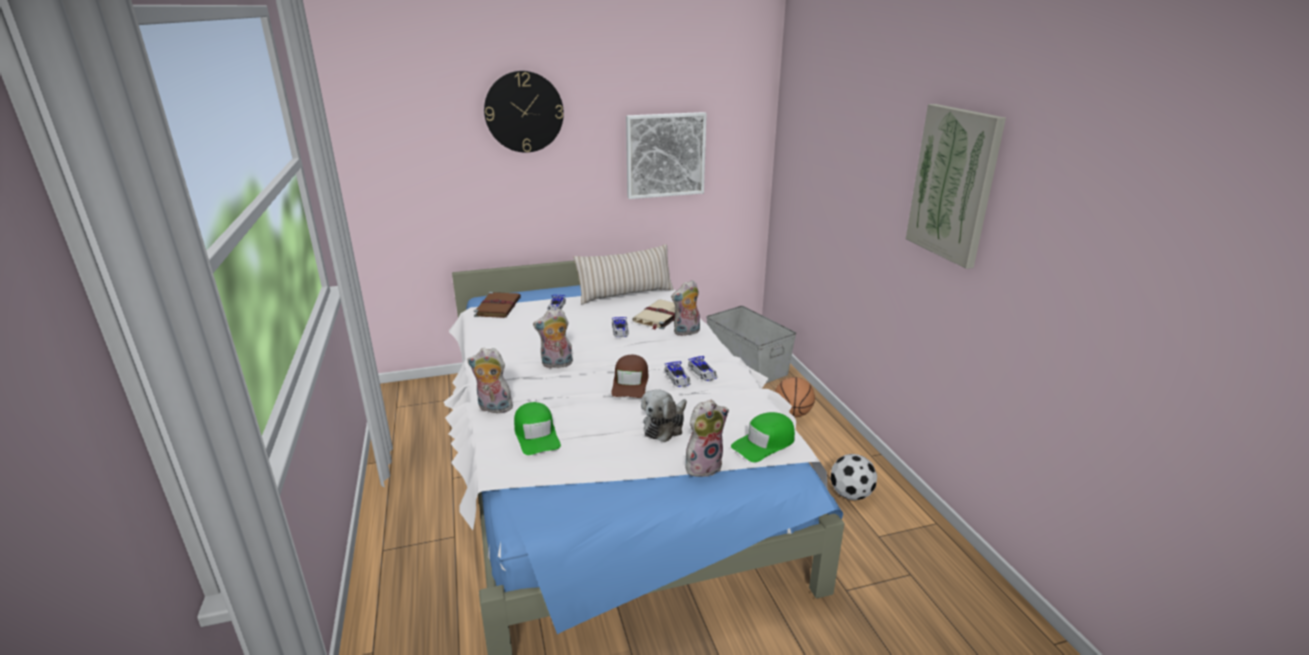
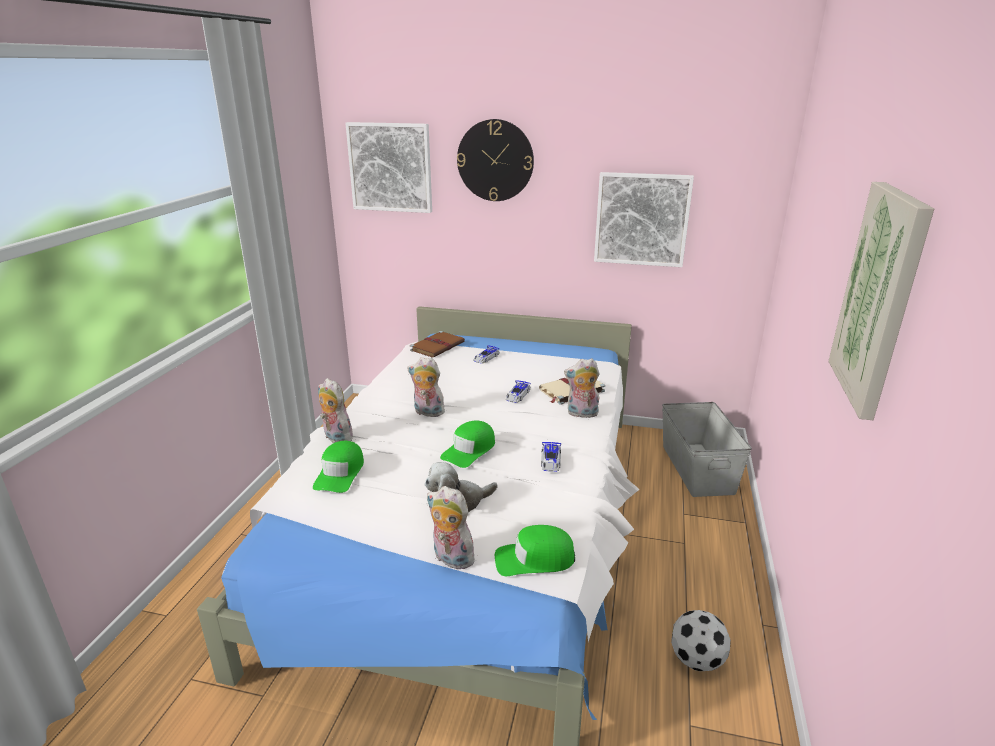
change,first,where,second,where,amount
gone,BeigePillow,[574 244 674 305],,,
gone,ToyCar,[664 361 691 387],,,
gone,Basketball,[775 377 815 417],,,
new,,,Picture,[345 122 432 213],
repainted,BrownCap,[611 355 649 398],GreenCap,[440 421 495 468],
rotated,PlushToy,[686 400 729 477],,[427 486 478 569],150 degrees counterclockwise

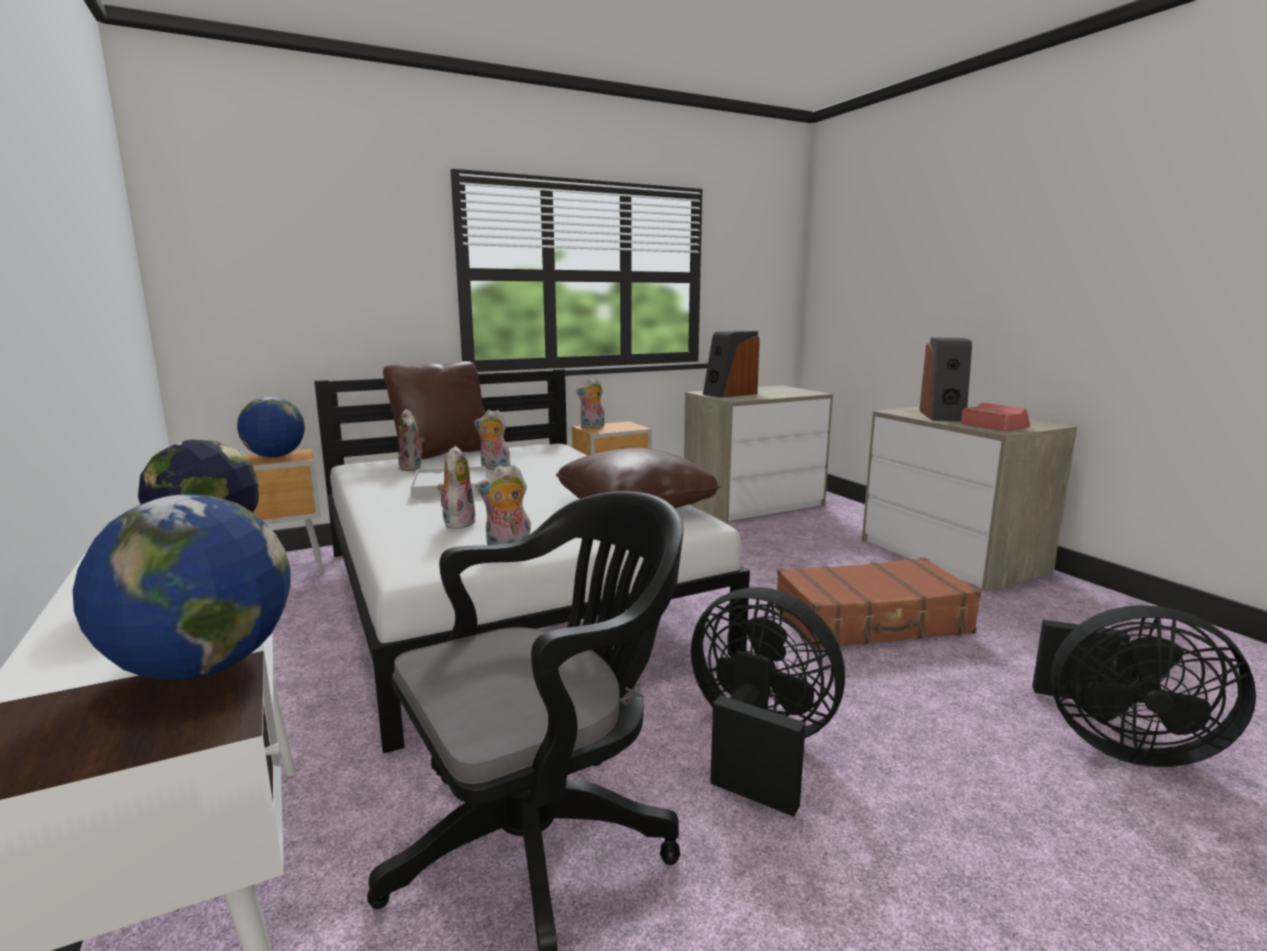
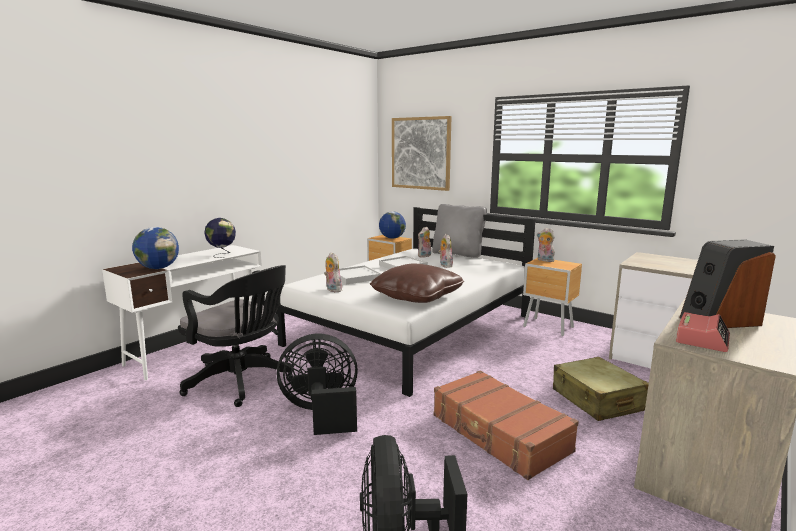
change,first,where,second,where,amount
gone,Speaker,[703 330 760 398],,,
new,,,Picture,[392 116 452 191],
new,,,BeigeSuitcase,[553 357 649 421],
swapped,PlushToy,[437 446 476 529],WhiteTray,[339 265 381 284],
repainted,BrownPillow,[383 361 486 459],GreyPillow,[432 204 487 258],
rotated,BlackFan,[691 587 845 817],,[277 333 358 435],105 degrees counterclockwise

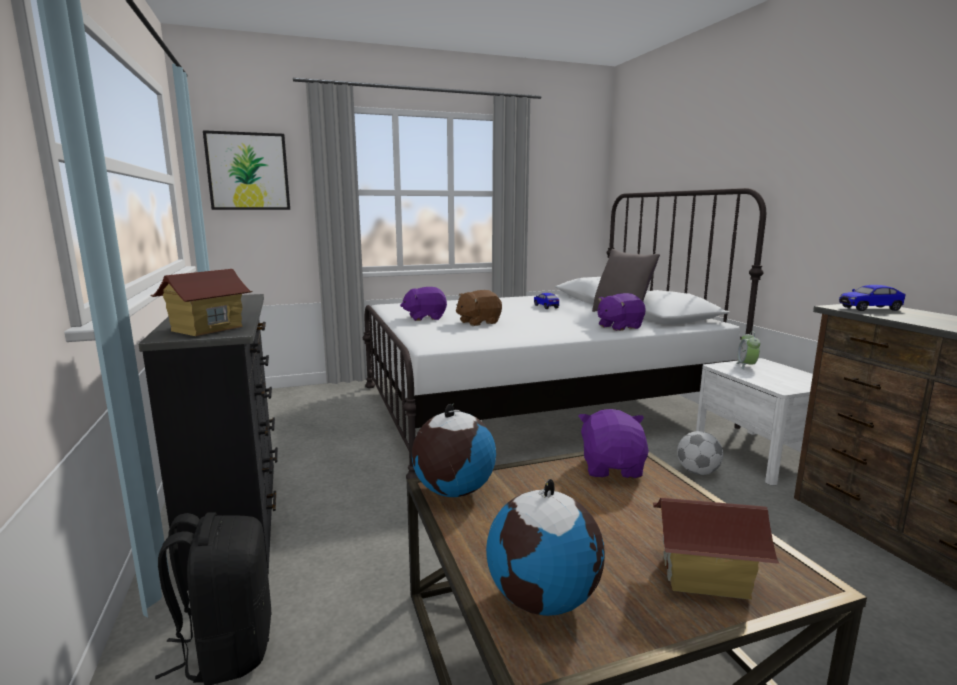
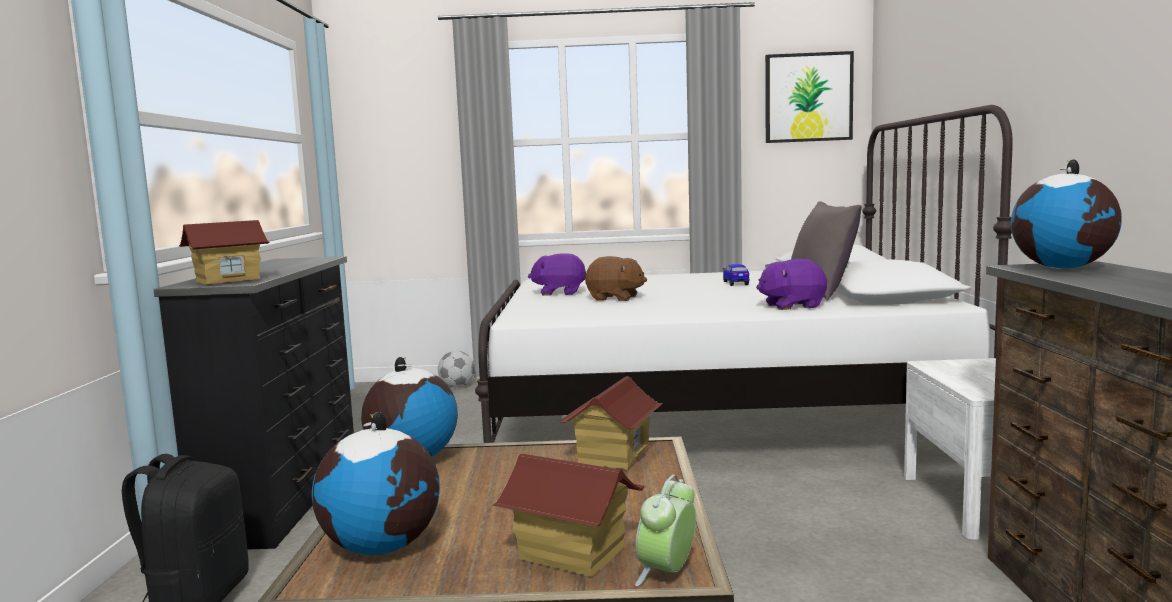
change,first,where,second,where,amount
shifted,Picture,[203 130 290 210],,[765 51 854 143],
shifted,Football,[677 431 723 475],,[438 351 475 387],
shifted,AlarmClock,[736 331 760 370],,[635 474 696 586],
swapped,PurplePlushToy,[579 409 649 478],ToyHouse,[559 376 663 469],
swapped,ToyCar,[839 285 906 311],Globe,[1011 159 1122 269],
rotated,BrownPlushToy,[456 290 502 326],,[585 256 647 301],150 degrees counterclockwise

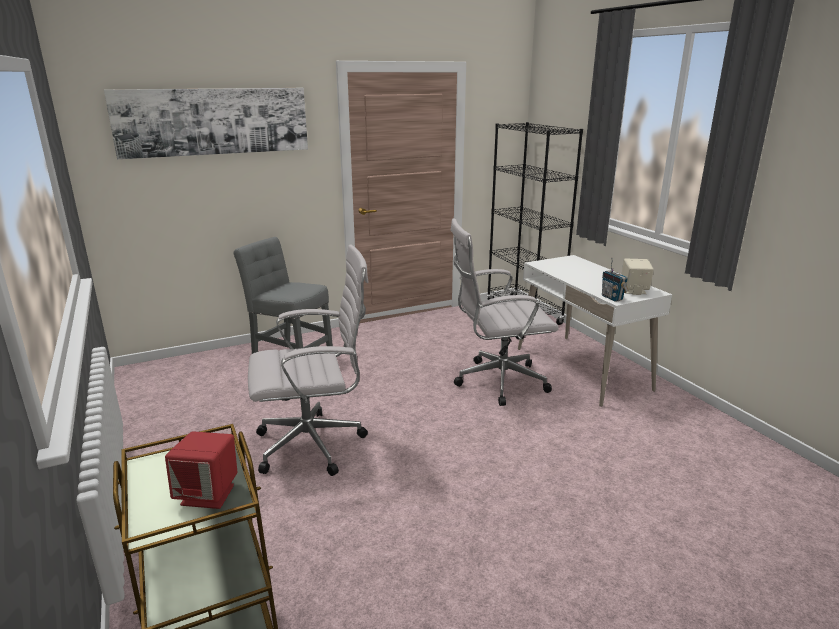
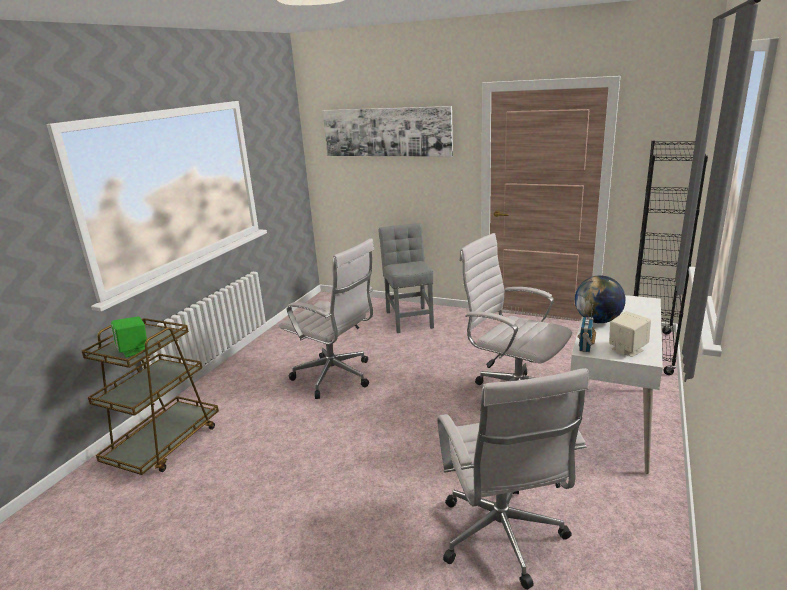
change,first,where,second,where,amount
new,,,WhiteOfficeChair,[437 368 589 590],
new,,,Globe,[575 275 626 323],
repainted,RedSpeaker,[165 431 237 509],GreenSpeaker,[111 316 148 358],

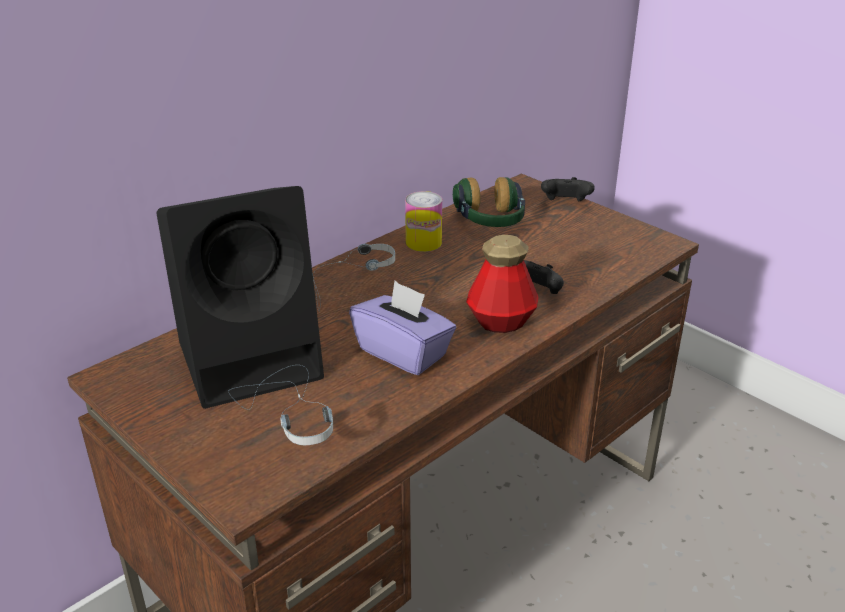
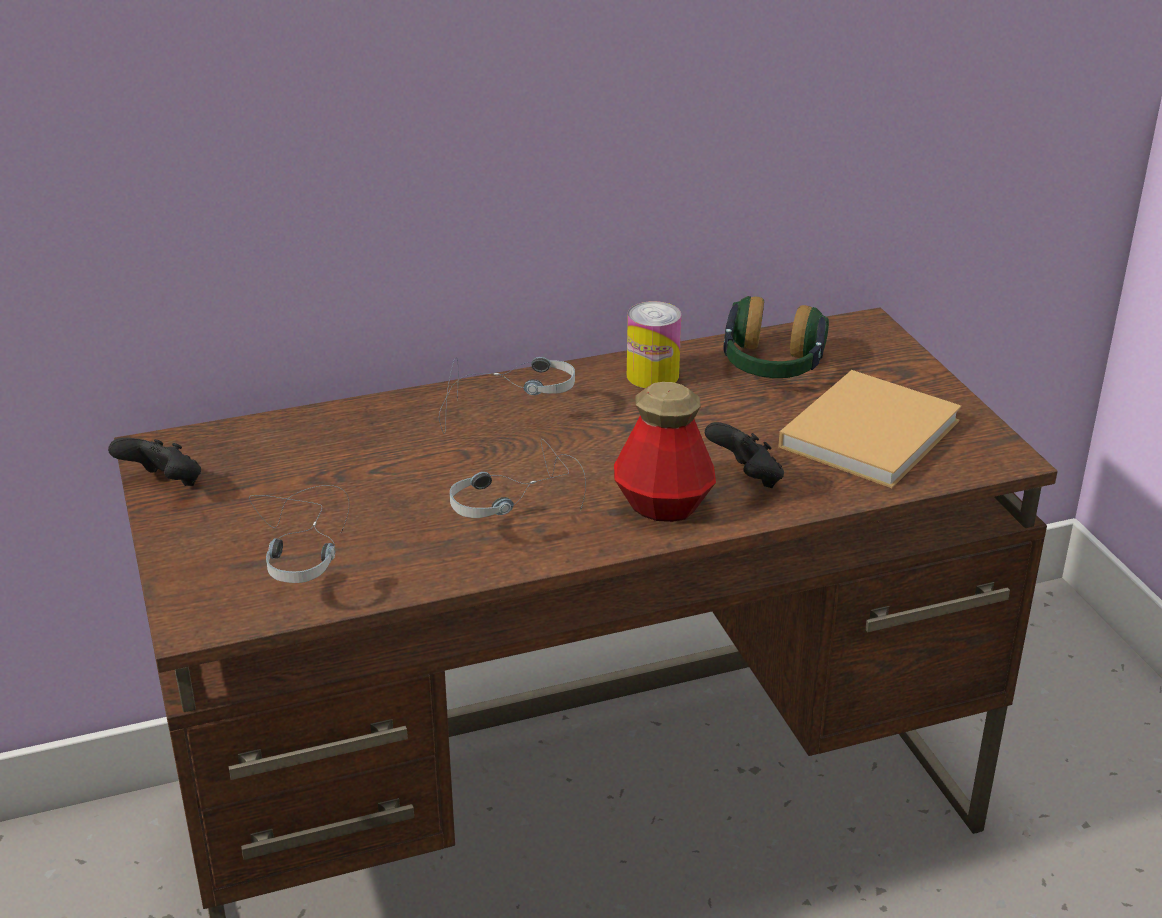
change,first,where,second,where,amount
gone,BlackSpeaker,[156 186 324 409],,,
new,,,BeigeBook,[778 370 961 488],
shifted,BlackGameController,[541 177 595 201],,[108 438 201 486],
swapped,PurpleTissueBox,[349 281 456 375],Headphones,[450 439 586 518],

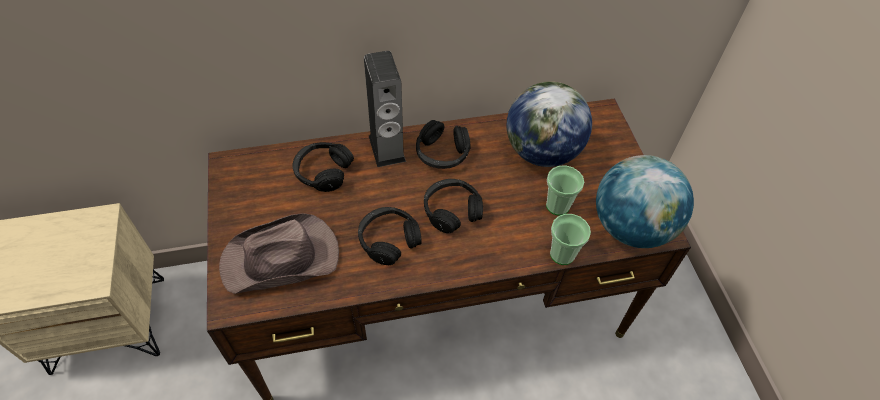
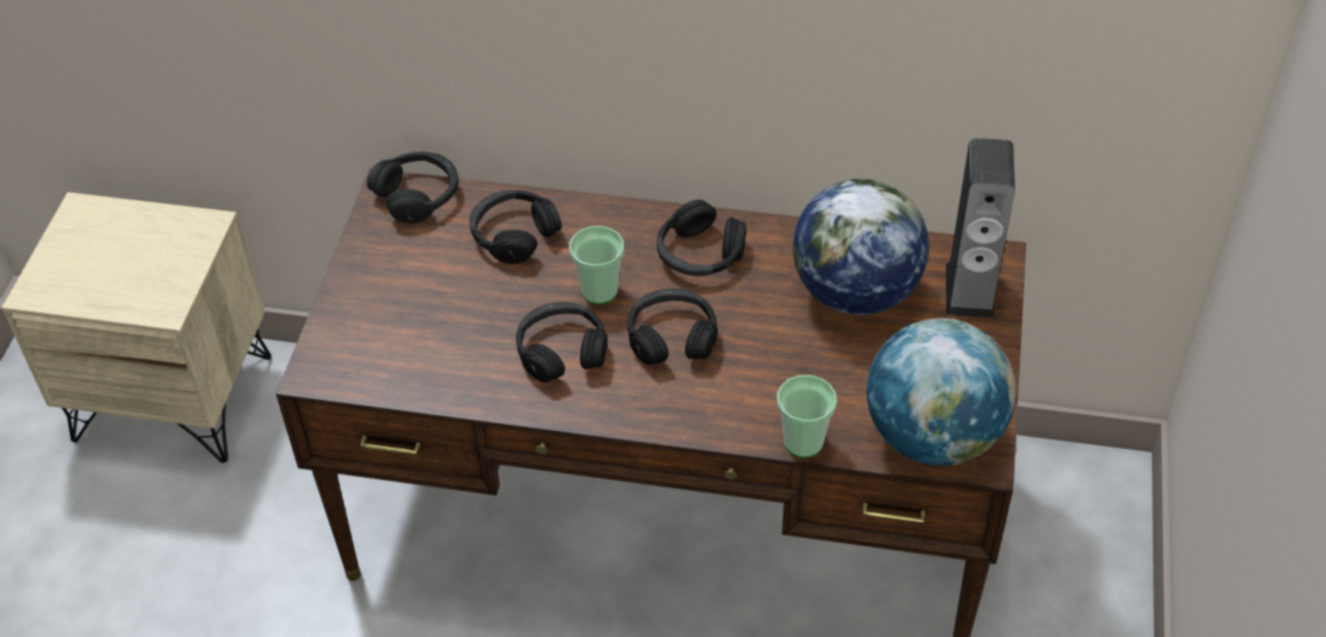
change,first,where,second,where,amount
gone,BrownHat,[219 213 339 294],,,
new,,,BlackHeadphones,[367 152 459 223],
shifted,Speaker,[364 51 406 167],,[946 138 1015 318],
shifted,Cup,[546 166 584 215],,[569 226 624 304],

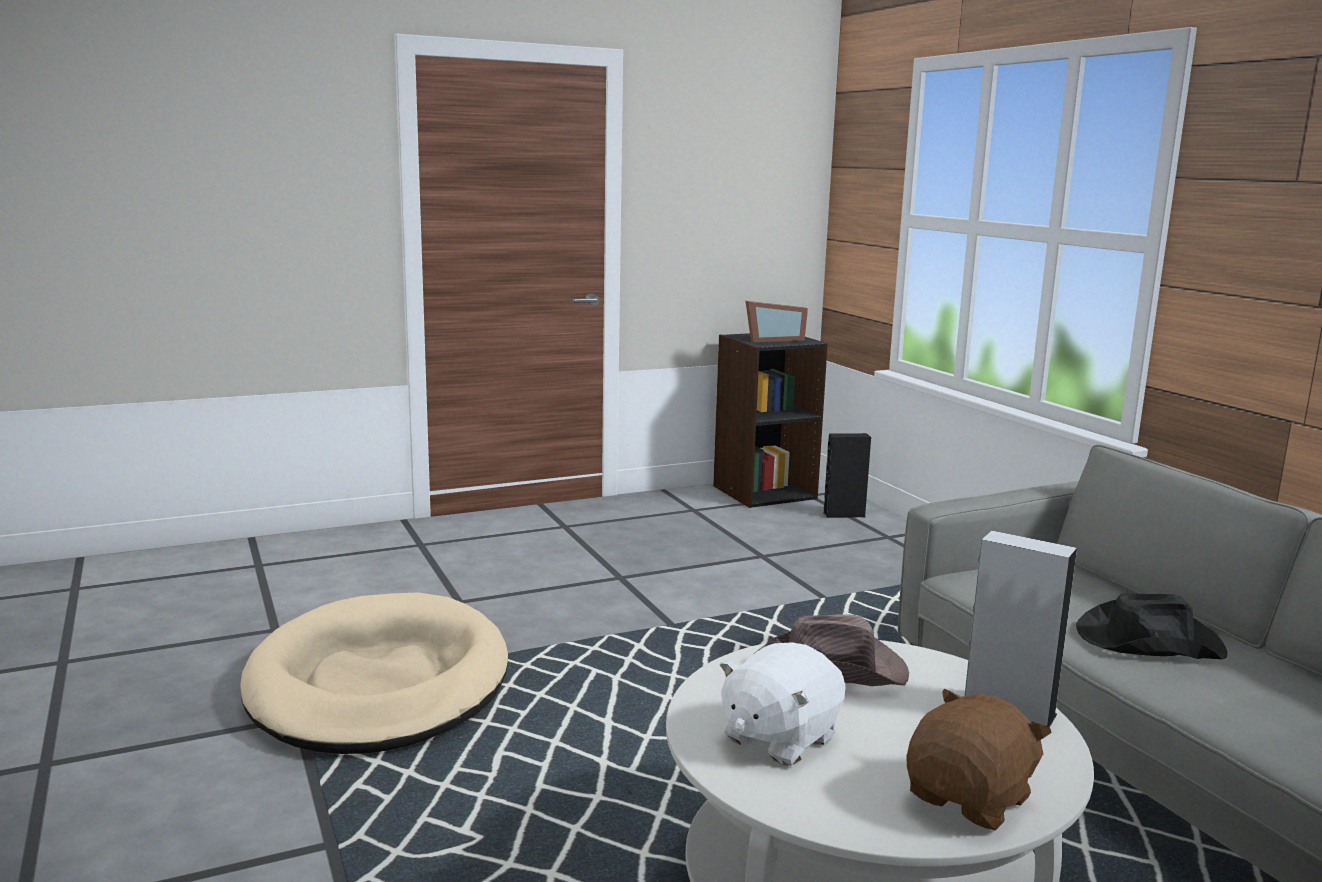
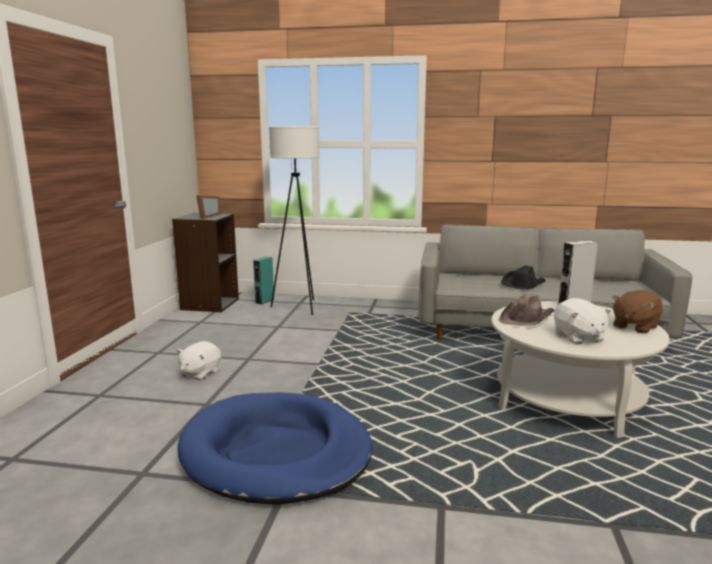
change,first,where,second,where,amount
new,,,WhitePlushToy,[177 341 221 380],
new,,,WhiteFloorLamp,[269 126 320 315],
repainted,BeigeDogBed,[240 593 508 754],BlueDogBed,[178 392 372 504],
repainted,BlackSpeaker,[823 433 871 518],TurquoiseSpeaker,[253 257 274 305],
rotated,BrownPlushToy,[906 689 1052 831],,[612 290 663 334],120 degrees counterclockwise

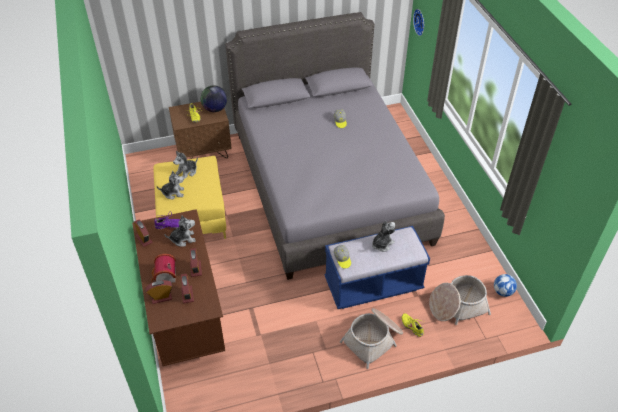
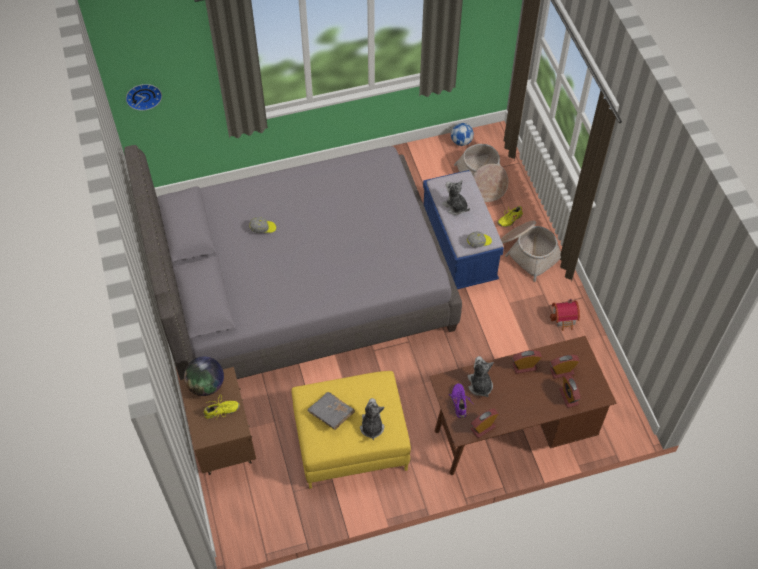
change,first,where,second,where,amount
shifted,ToyHouse,[151 254 176 283],,[550 299 580 331],
swapped,PlushToy,[173 151 198 179],GreyBook,[307 392 355 430],

